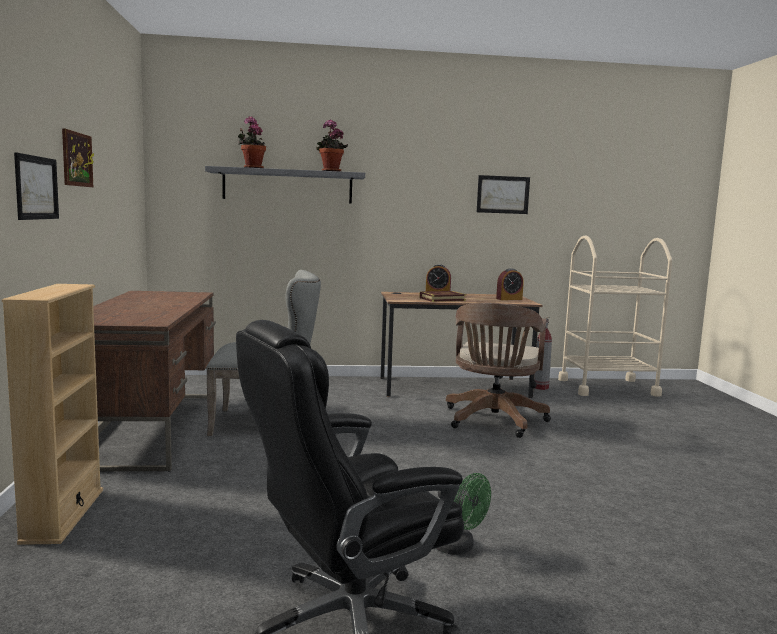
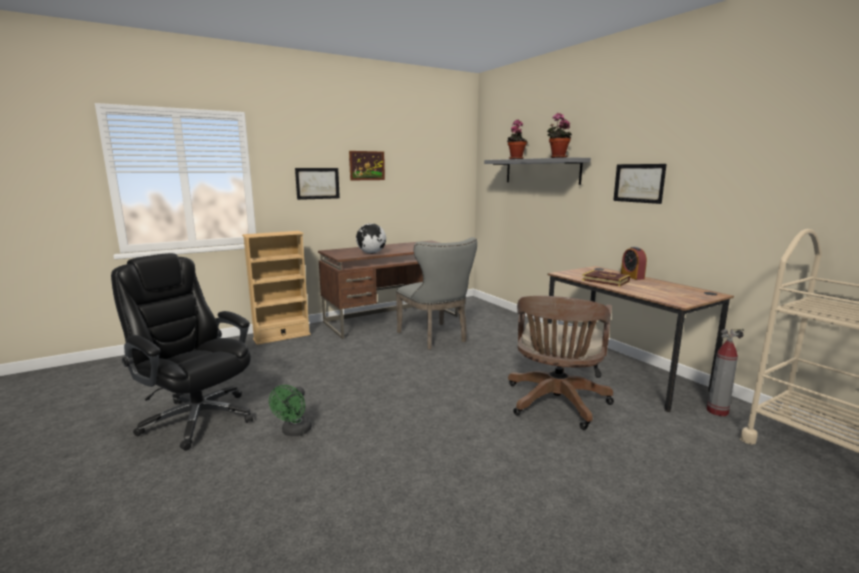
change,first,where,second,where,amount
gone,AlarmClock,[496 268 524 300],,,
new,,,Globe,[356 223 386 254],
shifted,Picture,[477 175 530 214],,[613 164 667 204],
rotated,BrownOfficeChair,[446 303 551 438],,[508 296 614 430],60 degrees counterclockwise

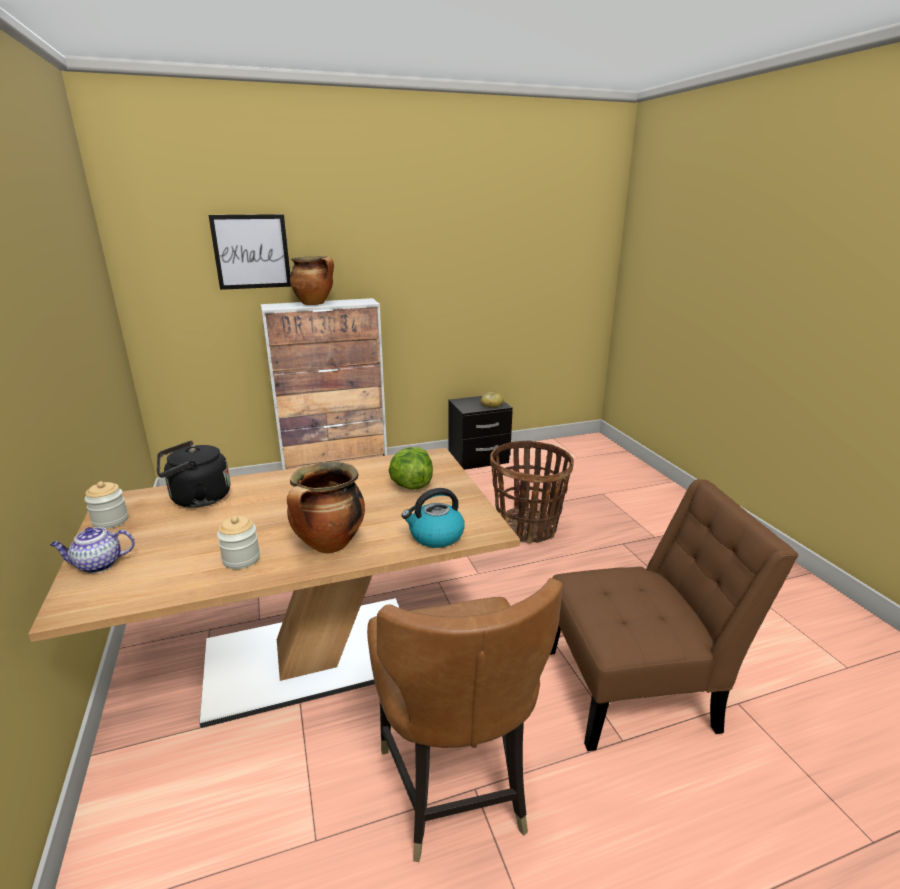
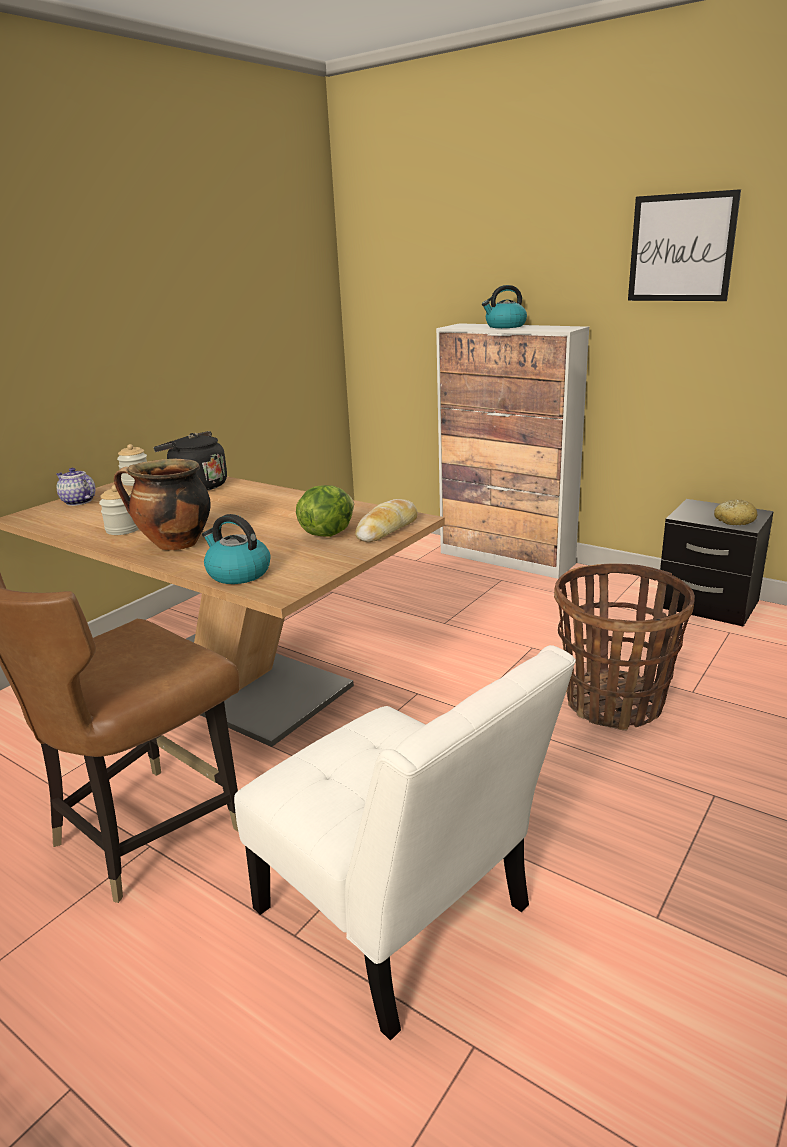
change,first,where,second,where,amount
new,,,Bread,[355 499 418 542],
shifted,Picture,[209 214 291 290],,[628 189 741 301],
swapped,CookingPot,[290 256 334 305],Kettle,[482 285 527 328],
repainted,BrownChair,[550 479 799 751],WhiteChair,[234 645 576 1041],

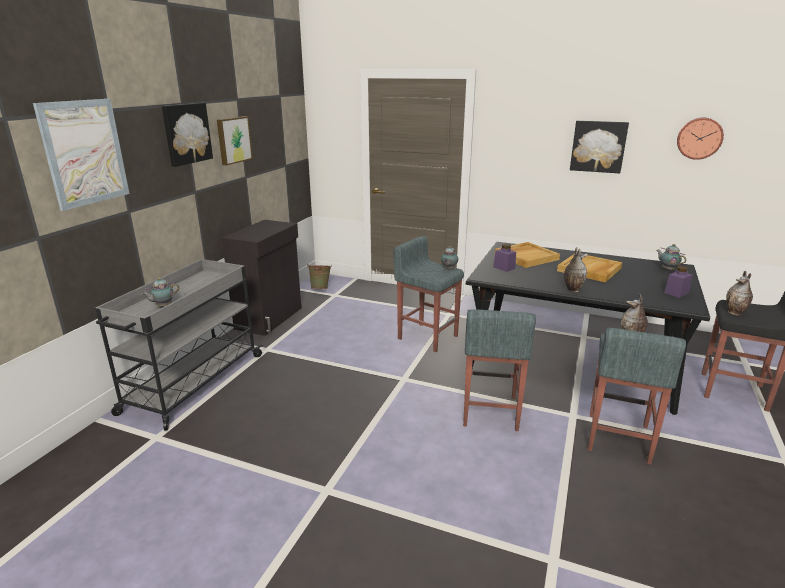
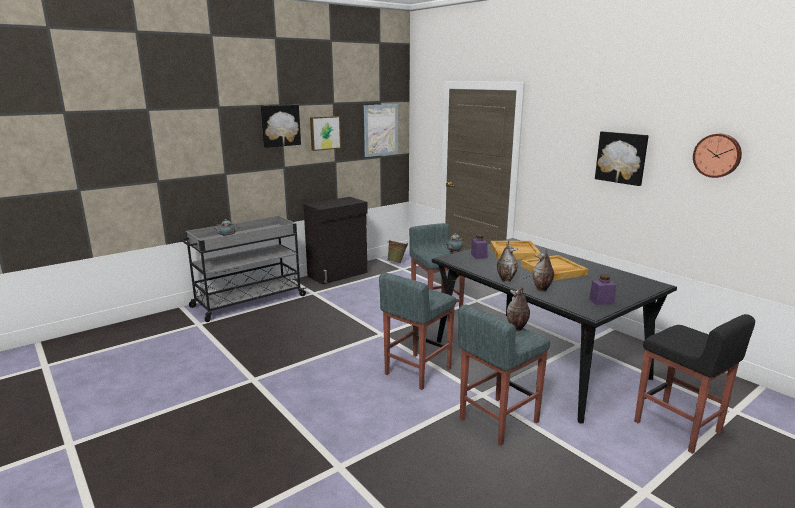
change,first,where,second,where,amount
gone,Teapot,[657 244 686 271],,,
shifted,Picture,[33 99 130 211],,[364 104 398 157],
shifted,Vase,[726 271 753 315],,[532 248 554 292],

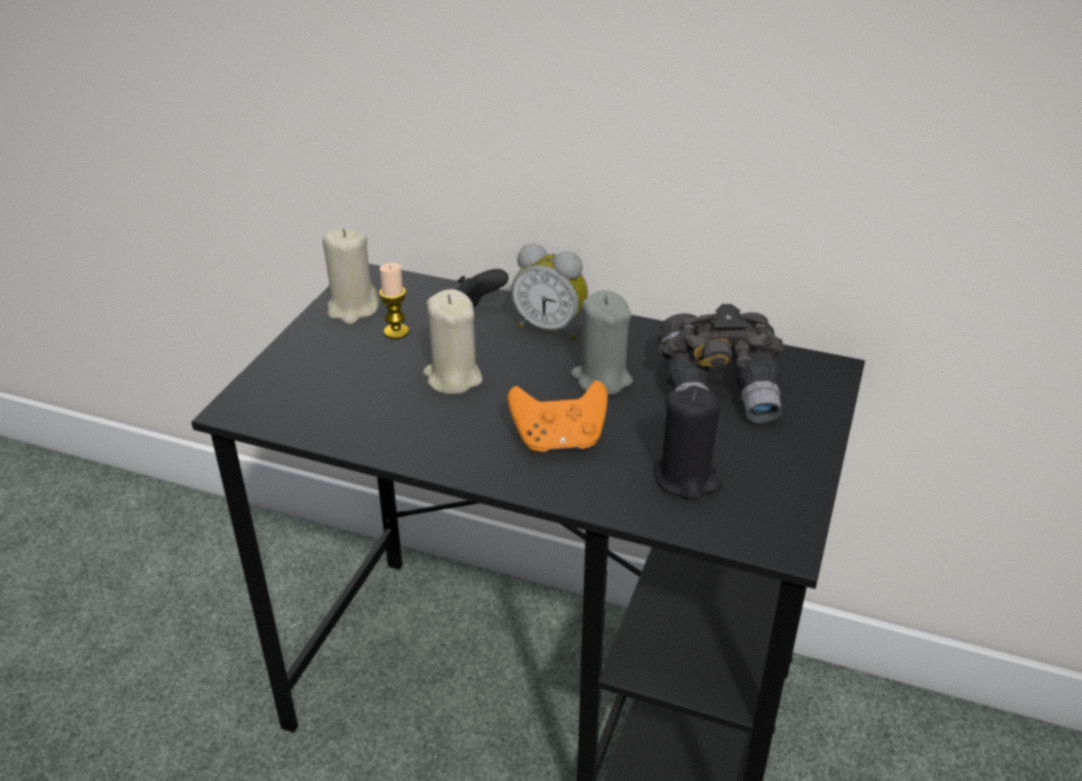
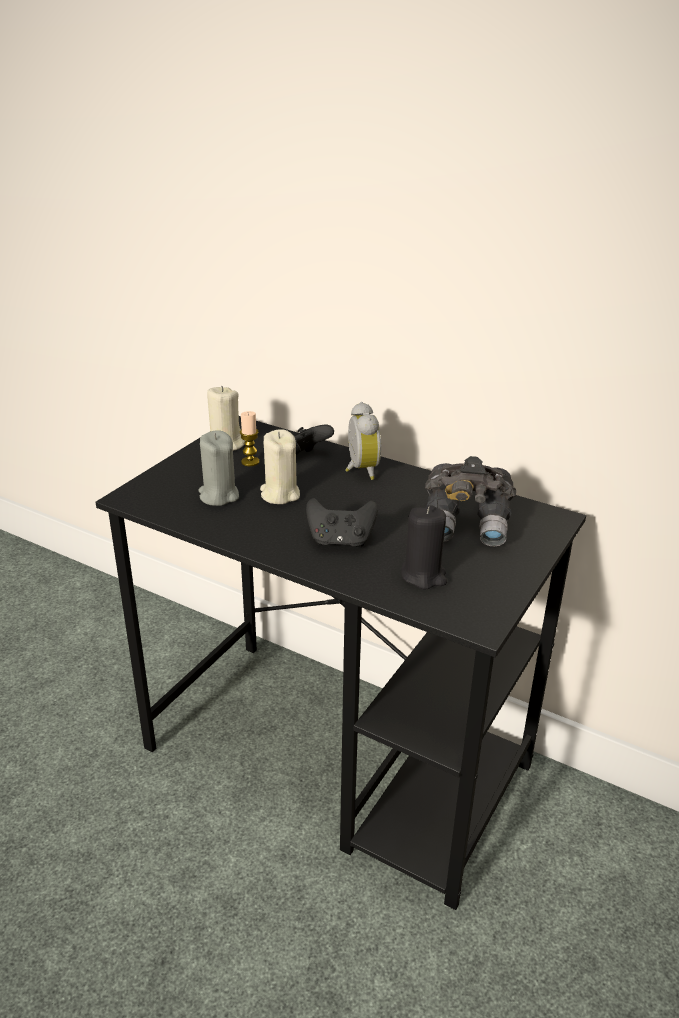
change,first,where,second,where,amount
shifted,GreyCandle,[571 290 633 395],,[199 430 239 506],
repainted,OrangeGameController,[508 380 608 452],BlackGameController,[306 498 378 548],
rotated,AlarmClock,[511 244 588 341],,[346 402 381 480],135 degrees counterclockwise

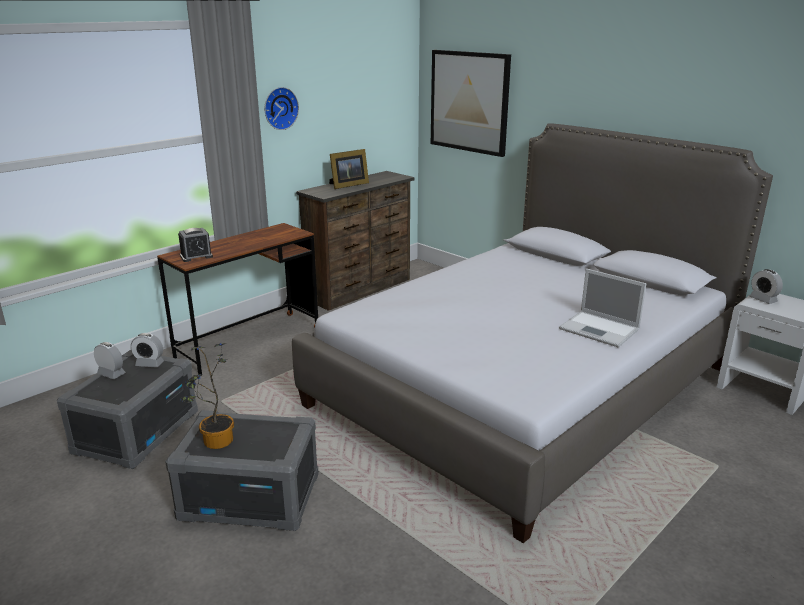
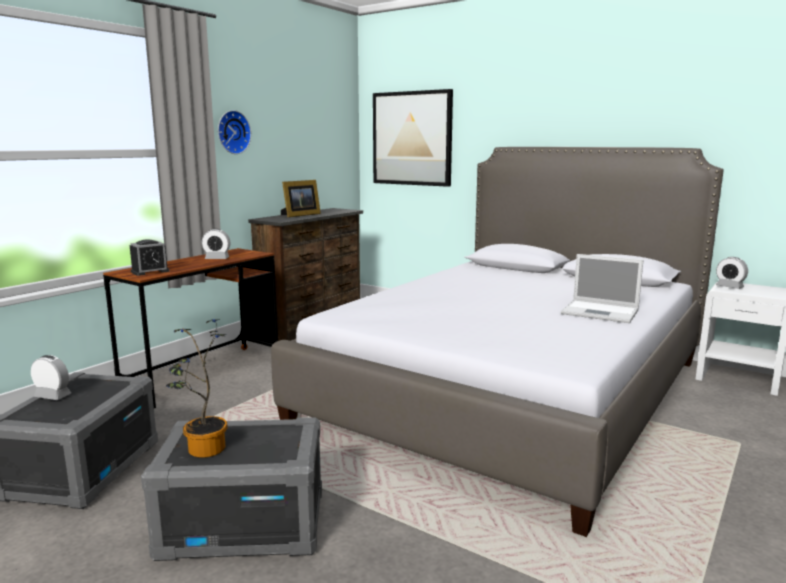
change,first,where,second,where,amount
shifted,AlarmClock,[131 333 164 368],,[202 229 231 259],

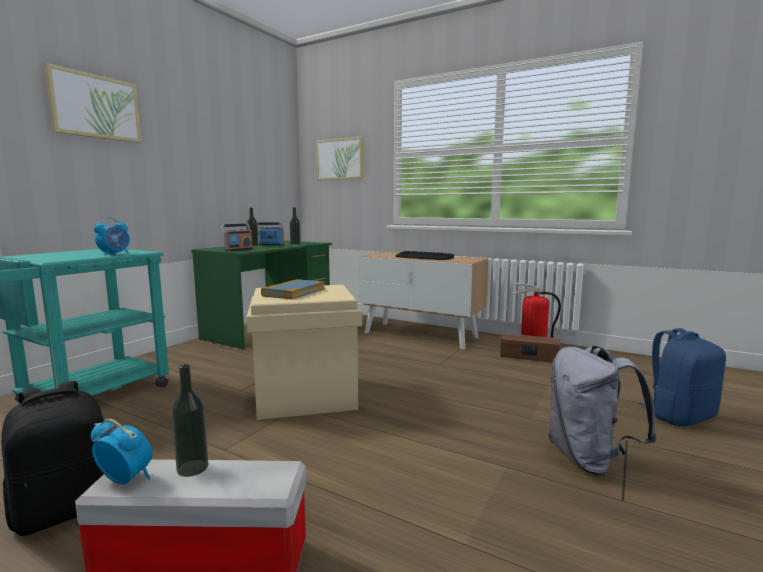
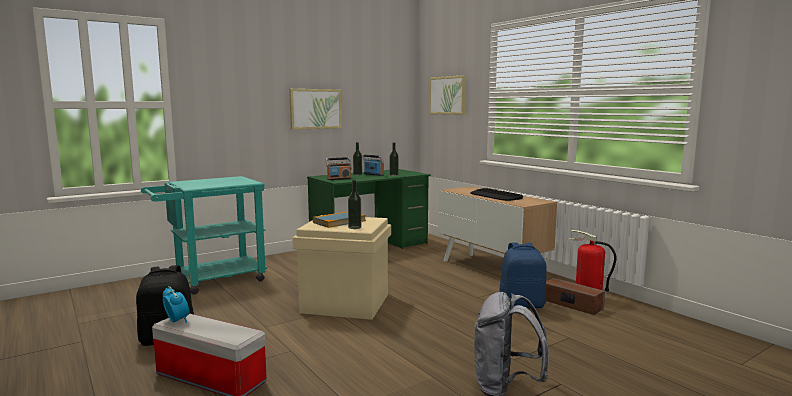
change,first,where,second,where,amount
gone,AlarmClock,[94 217 130 256],,,
shifted,Picture,[44 63 141 143],,[289 89 341 130],
shifted,Bottle,[171 364 208 477],,[348 180 361 229],
shifted,BlueBackpack,[637 328 726 426],,[499 242 547 308],

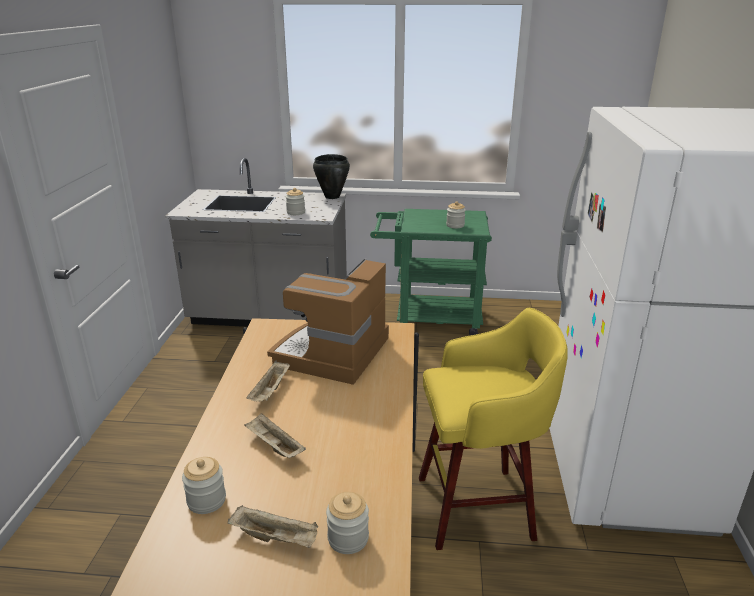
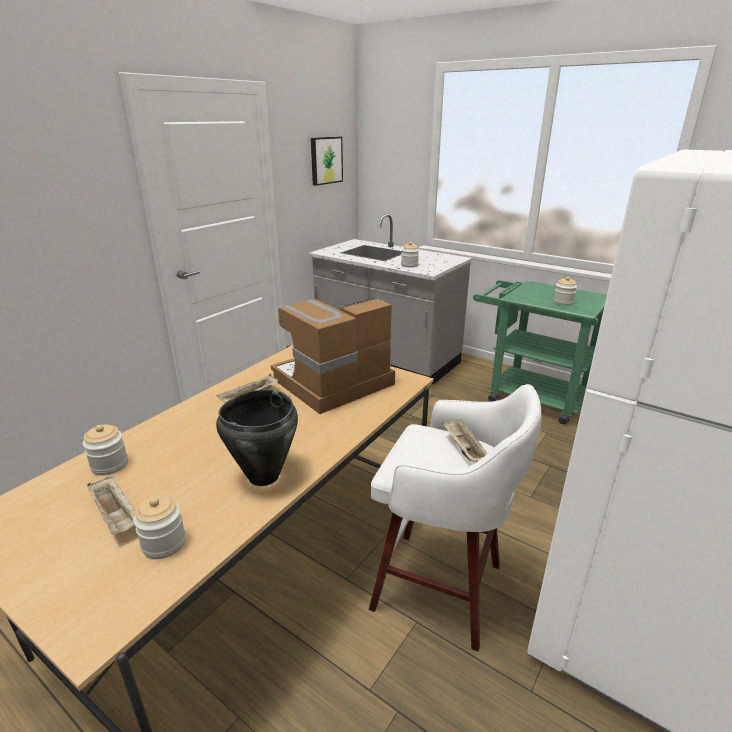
change,first,where,second,where,amount
new,,,Picture,[311 137 343 186],
shifted,BeigeTray,[244 413 306 458],,[442 419 488 462],
shifted,BlackCookingPot,[313 154 350 199],,[216 389 298 486],
repainted,YellowStool,[419 308 568 550],WhiteStool,[369 384 541 651],

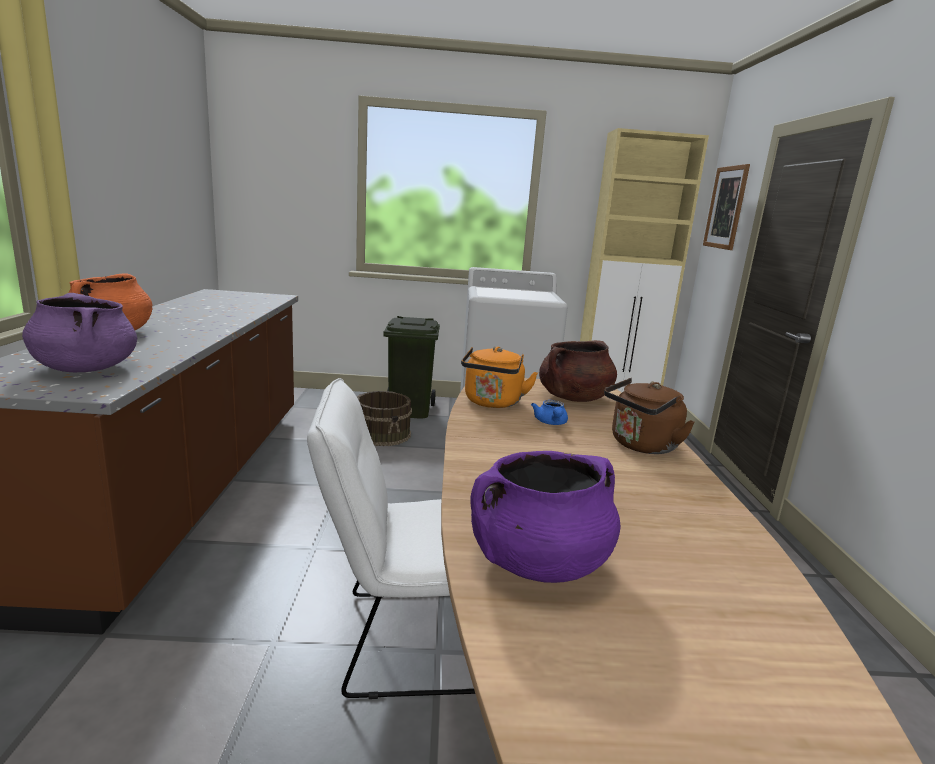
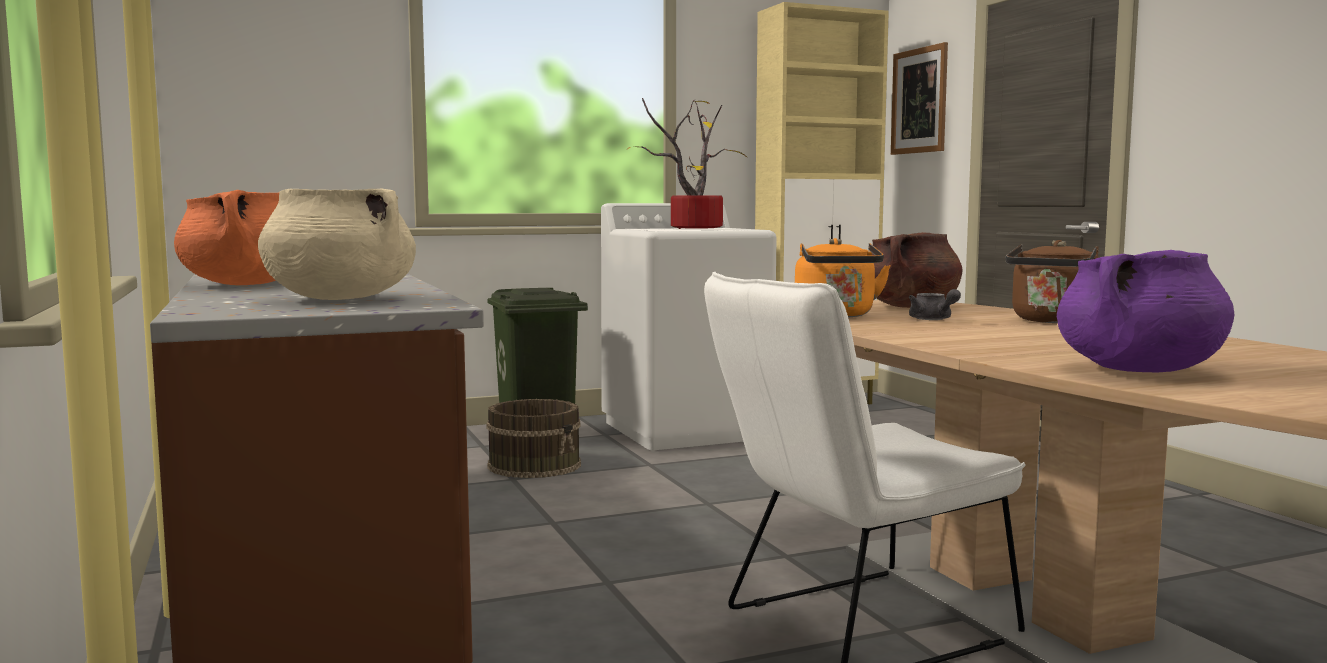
change,first,where,second,where,amount
new,,,PottedPlant,[626 98 747 229],
repainted,PurpleCookingPot,[22 293 137 372],BeigeCookingPot,[258 188 416 300],
repainted,BlueTeapot,[531 400 568 425],GreyTeapot,[909 289 961 320],

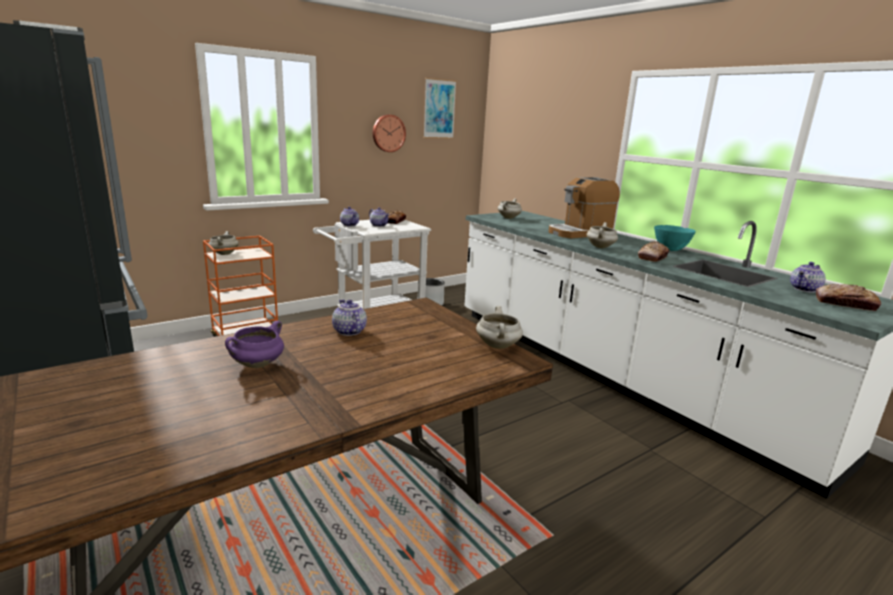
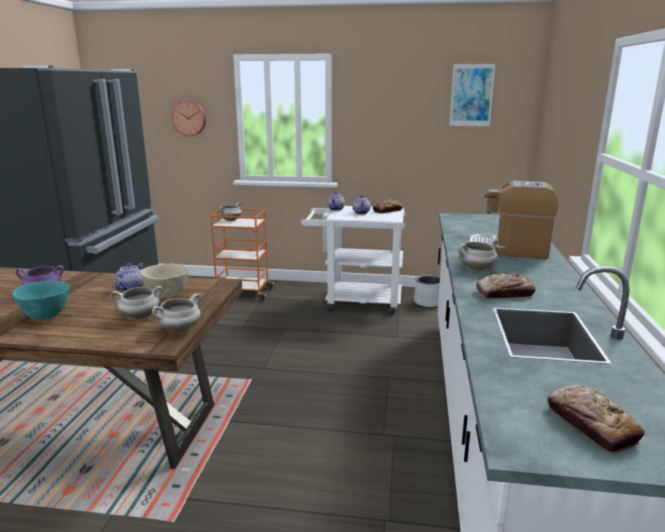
change,first,where,second,where,amount
gone,Teapot,[790 262 826 293],,,
new,,,BeigeBowl,[141 264 189 298],
shifted,WallClock,[373 115 406 152],,[171 100 206 136],
shifted,WhiteCookingPot,[498 198 522 219],,[111 286 163 319],
shifted,TurquoiseBowl,[654 225 696 251],,[12 281 69 320],

